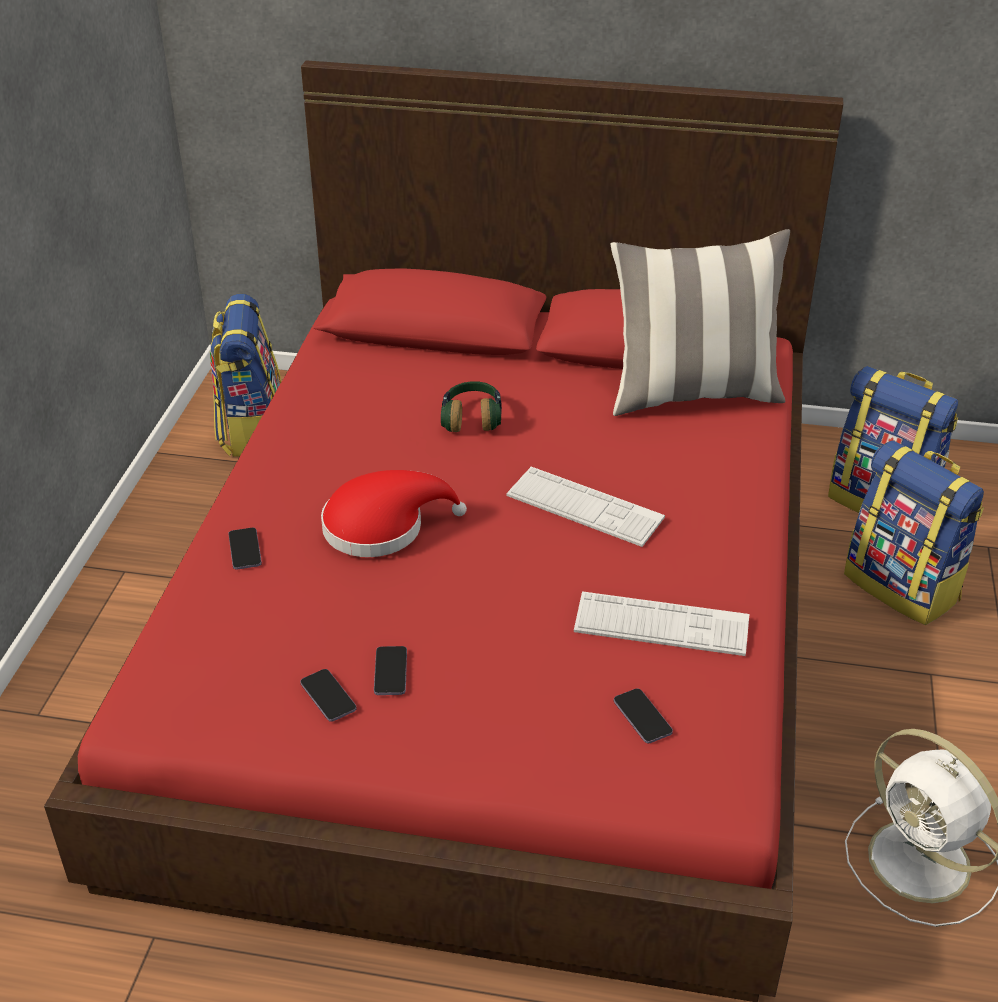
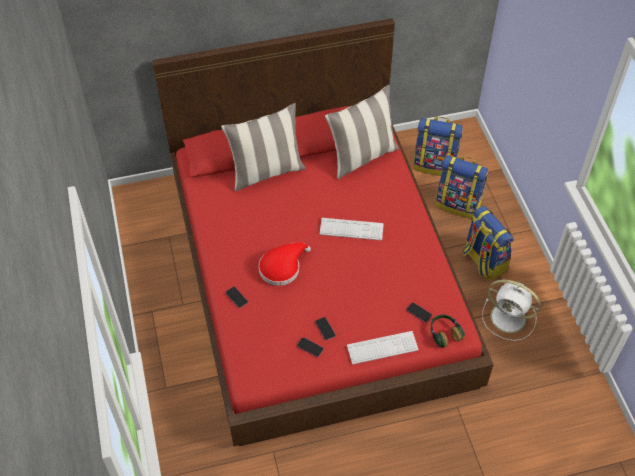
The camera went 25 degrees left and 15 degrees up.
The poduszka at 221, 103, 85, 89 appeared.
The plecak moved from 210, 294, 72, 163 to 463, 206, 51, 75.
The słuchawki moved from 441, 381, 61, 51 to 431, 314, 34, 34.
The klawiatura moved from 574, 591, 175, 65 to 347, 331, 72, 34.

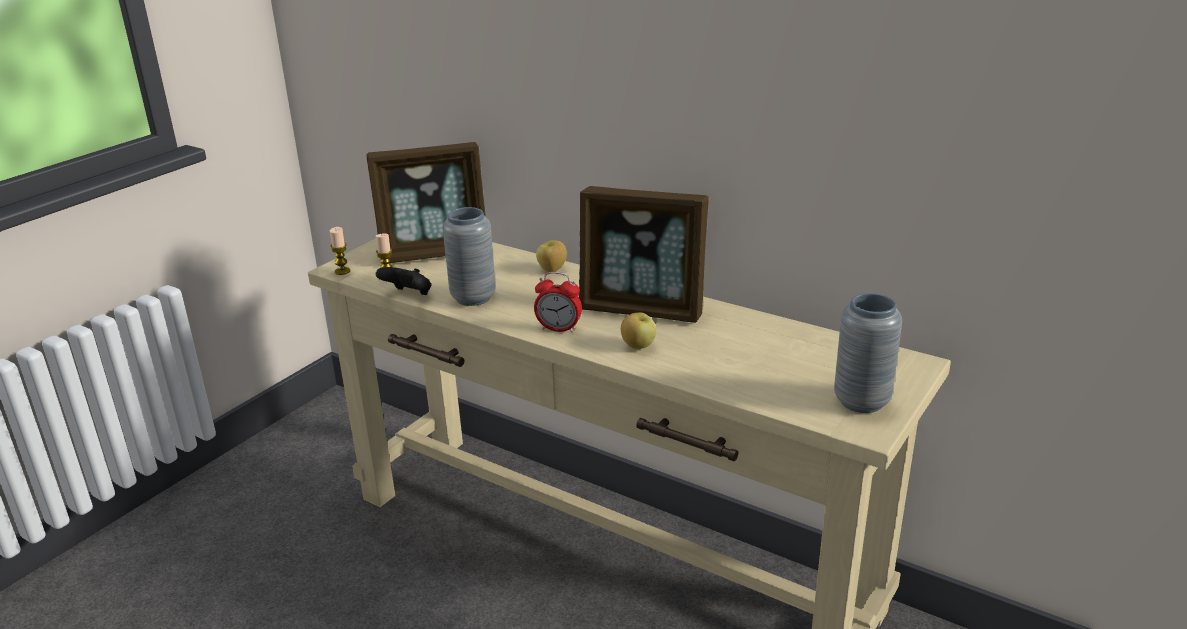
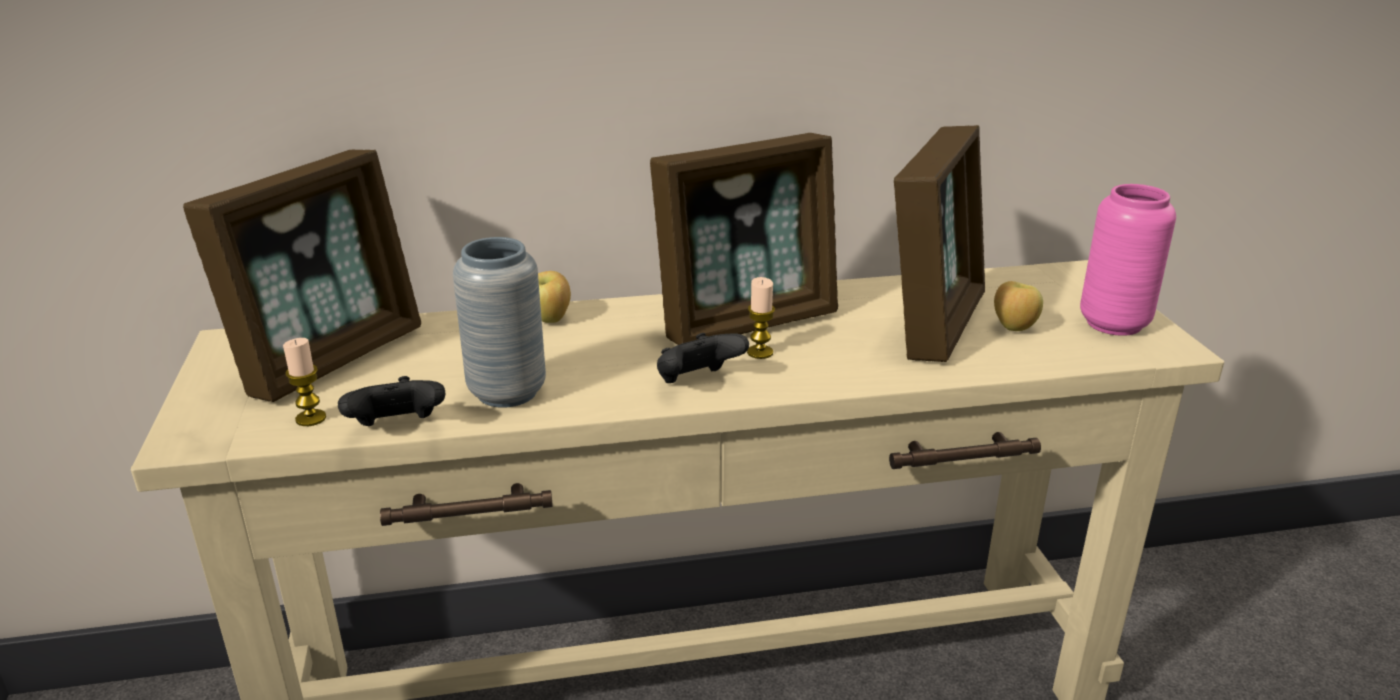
The camera went 45 degrees left and 0 degrees up.
The ramka na zdjęcie at 894, 125, 91, 237 appeared.
The świeca moved from 330, 227, 20, 48 to 747, 277, 28, 82.
The jabłko moved from 621, 312, 35, 37 to 994, 281, 49, 50.
The budzik at 534, 272, 48, 61 was replaced by the pad do gier (czarny) at 657, 333, 92, 50.
The wazon (szary) at 834, 293, 68, 120 became the wazon (różowy) at 1080, 184, 96, 152.

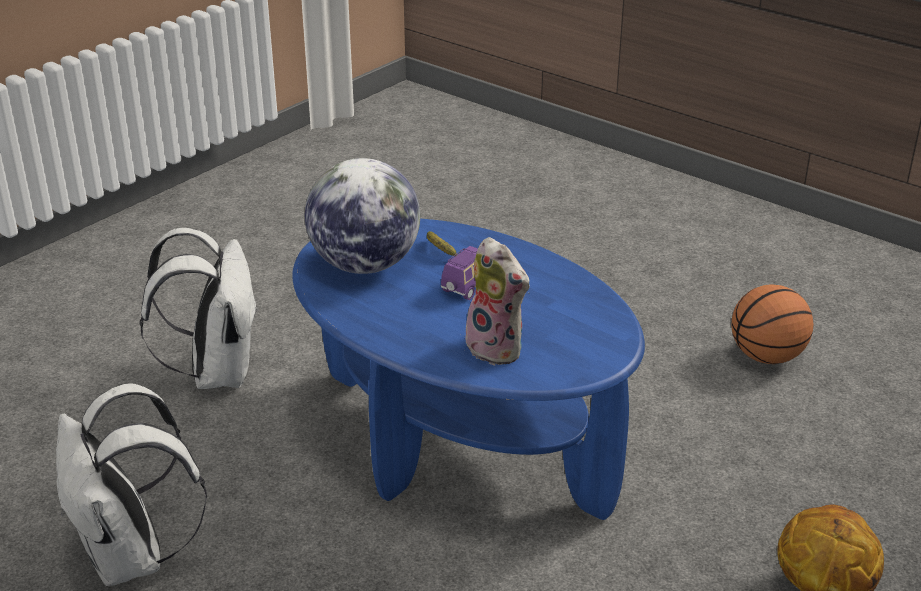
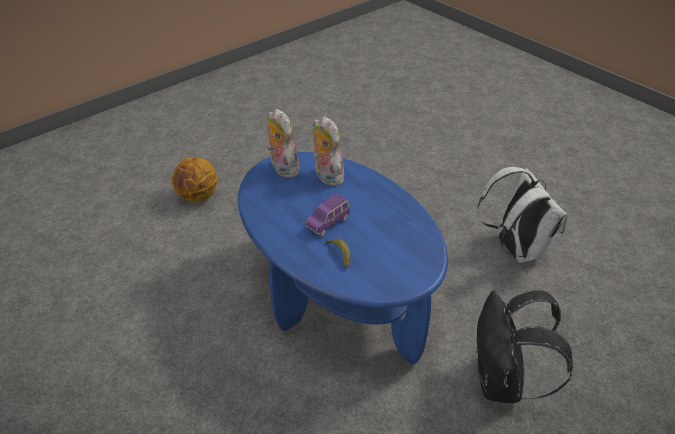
The camera went 170 degrees left and 10 degrees up.
The globus at 305, 158, 115, 116 disappeared.
The piłka do koszykówki at 731, 284, 83, 80 disappeared.
The pluszak at 267, 108, 35, 70 appeared.
The plecak (biały) at 139, 228, 119, 161 became the plecak (czarny) at 476, 290, 97, 113.

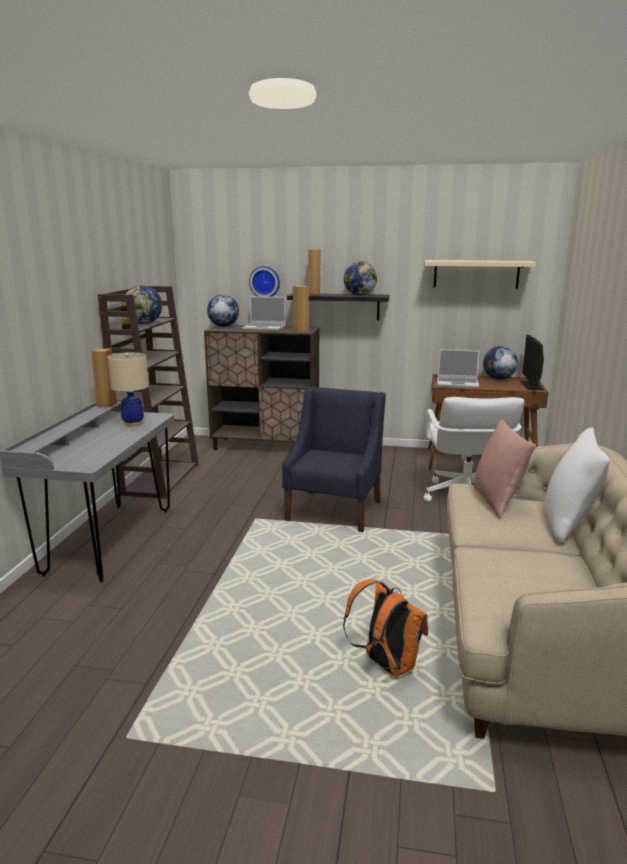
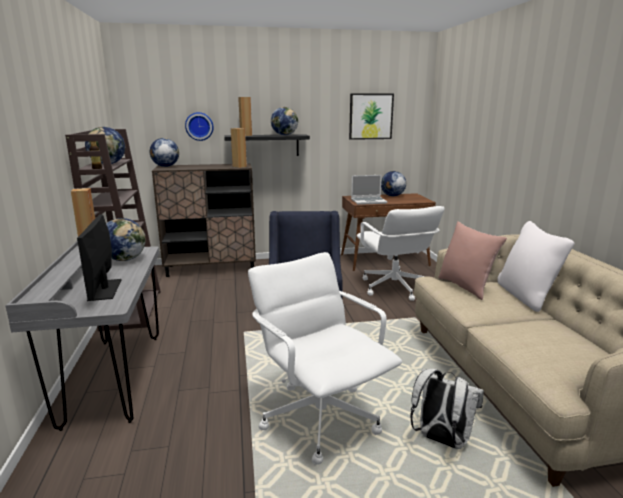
The camera went 20 degrees left and 0 degrees up.
The laptop at 242, 296, 44, 35 disappeared.
The krzesło biurowe (biały) at 248, 252, 154, 213 appeared.
The monitor moved from 520, 335, 24, 55 to 77, 214, 45, 87.
The lampa stołowa (beżowy) at 107, 352, 42, 74 was replaced by the globus at 106, 218, 40, 43.
The półka (beżowy) at 425, 260, 111, 29 was replaced by the obraz at 349, 93, 45, 47.
The plecak (pomarańczowy) at 343, 579, 85, 98 became the plecak (biały) at 410, 369, 74, 80.

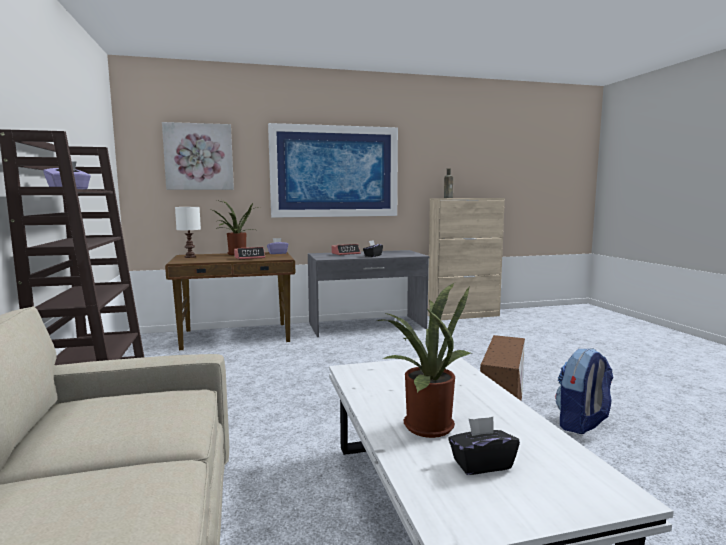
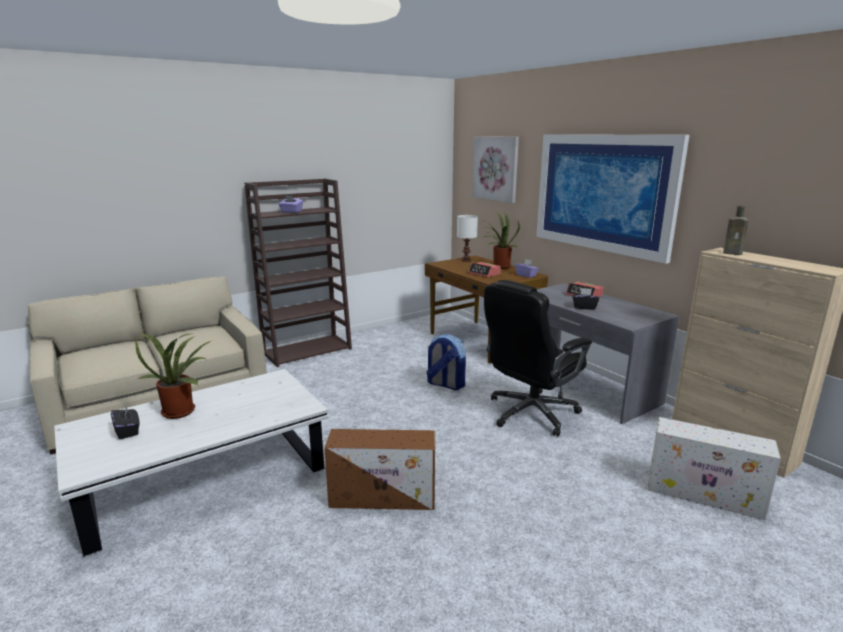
The camera went 70 degrees right and 10 degrees up.
The krzesło biurowe (czarny) at 484, 280, 108, 156 appeared.
The pojemnik do przechowywania (biały) at 648, 417, 133, 103 appeared.
The plecak moved from 555, 348, 58, 86 to 427, 334, 39, 56.

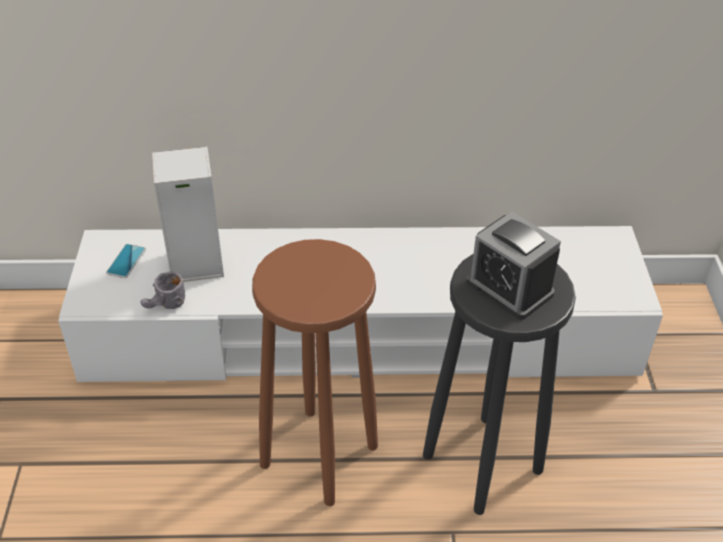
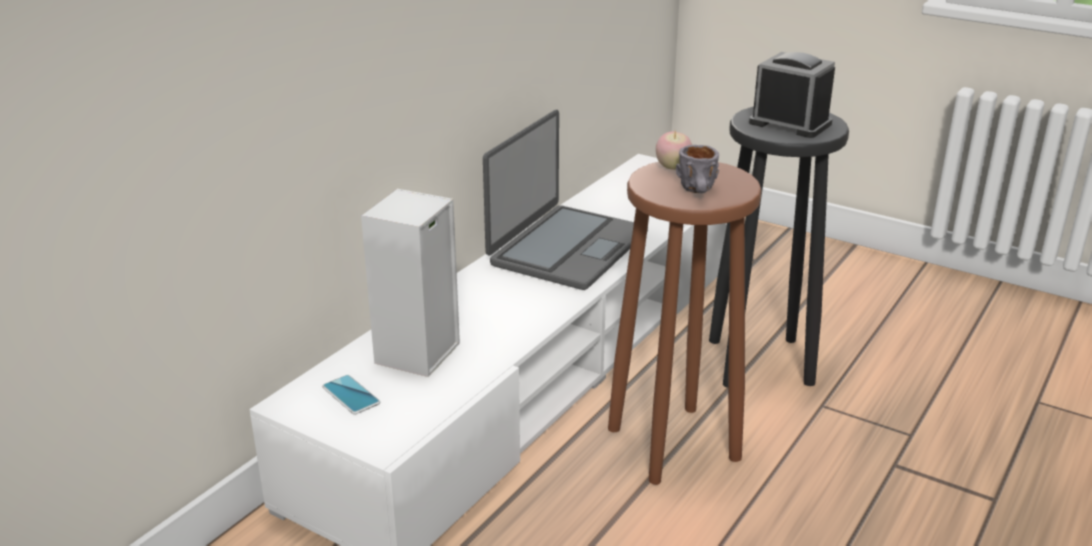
The camera went 55 degrees left and 15 degrees down.
The laptop at 483, 110, 165, 180 appeared.
The jabłko at 656, 131, 36, 39 appeared.
The kubek (szary) moved from 140, 272, 45, 37 to 676, 145, 43, 48.
The budzik at 467, 212, 94, 108 turned 135 degrees counterclockwise.

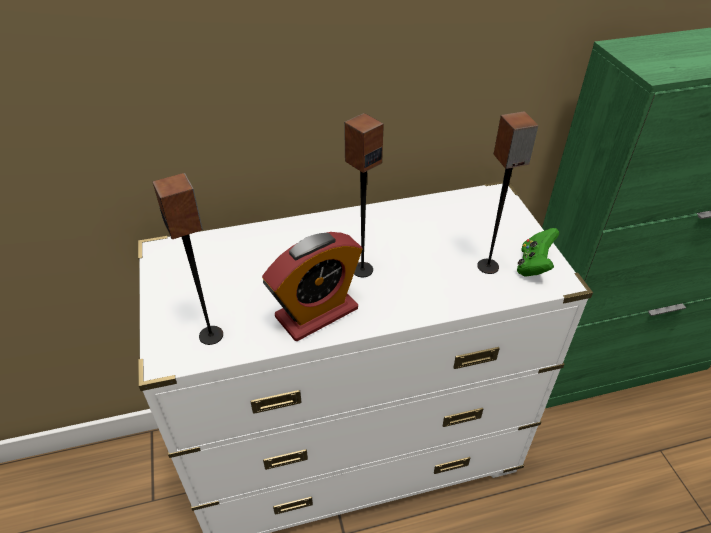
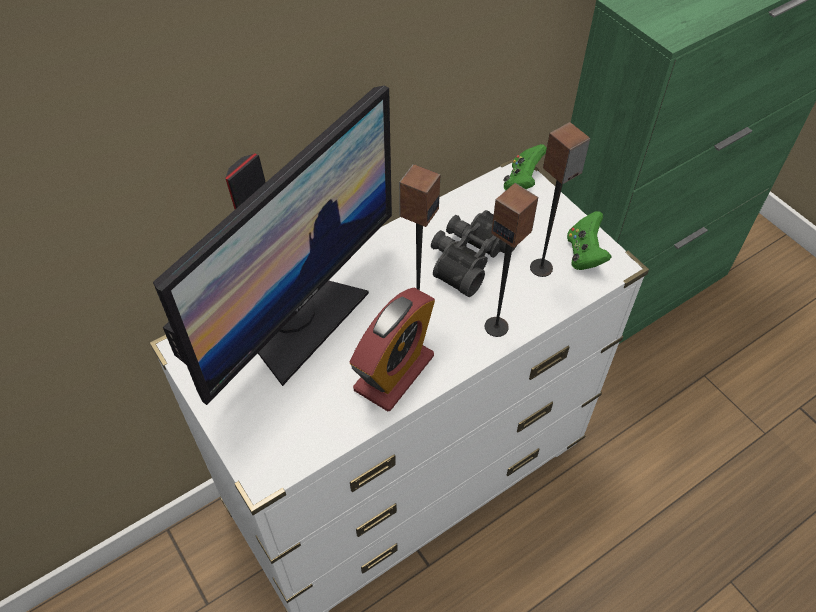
The camera went 20 degrees left and 10 degrees up.
The monitor at 153, 85, 239, 320 appeared.
The lornetka (czarny) at 431, 210, 85, 87 appeared.
The pad do gier (zielony) at 503, 144, 44, 46 appeared.
The głośnik moved from 153, 173, 70, 172 to 485, 183, 53, 154.

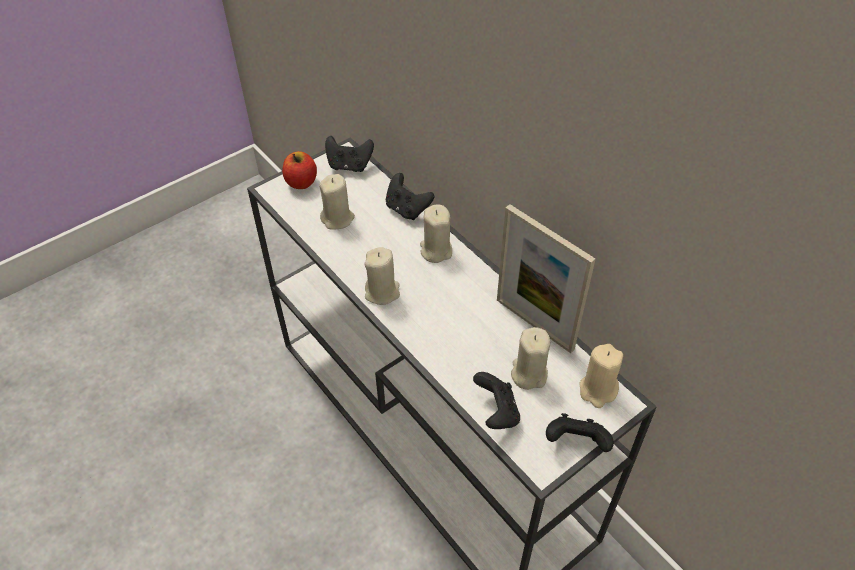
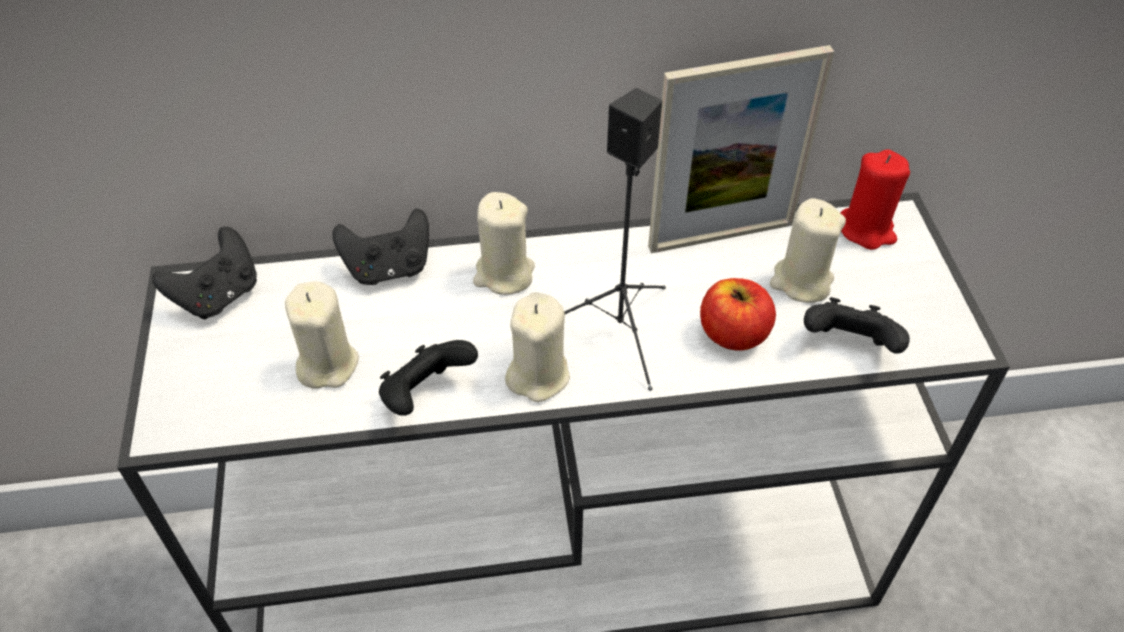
The camera went 60 degrees left and 0 degrees up.
The głośnik (czarny) at 564, 88, 102, 303 appeared.
The jabłko moved from 282, 151, 35, 38 to 700, 278, 76, 73.
The pad do gier (czarny) moved from 546, 413, 68, 39 to 379, 340, 99, 76.
The świeca (beżowy) at 580, 344, 43, 64 became the świeca (czerwony) at 841, 150, 69, 100.

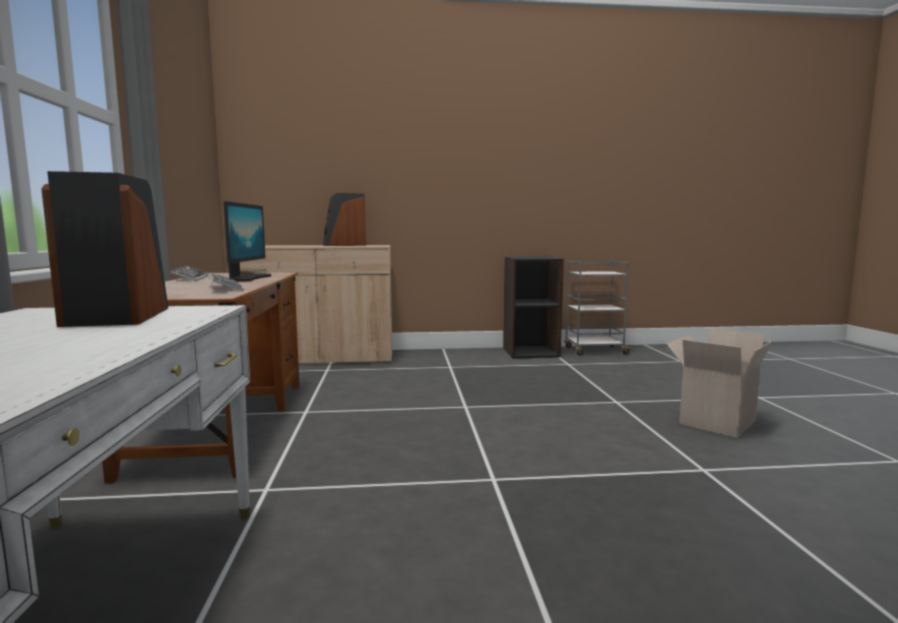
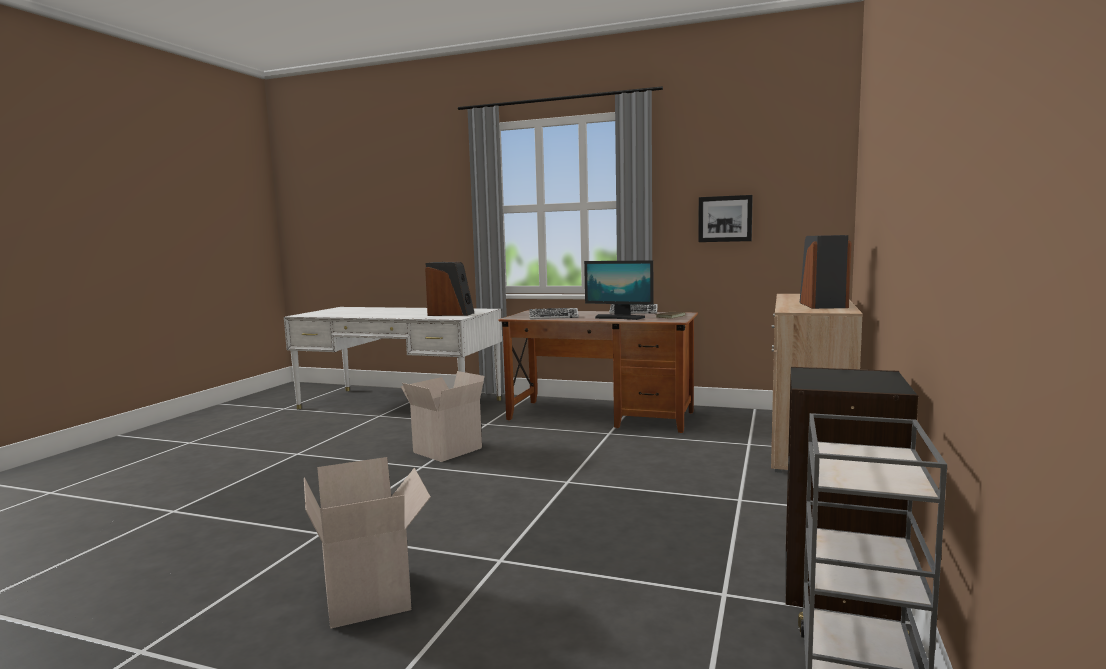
The camera went 115 degrees right and 0 degrees up.
The karton at 400, 371, 85, 91 appeared.
The obraz at 698, 195, 55, 47 appeared.

